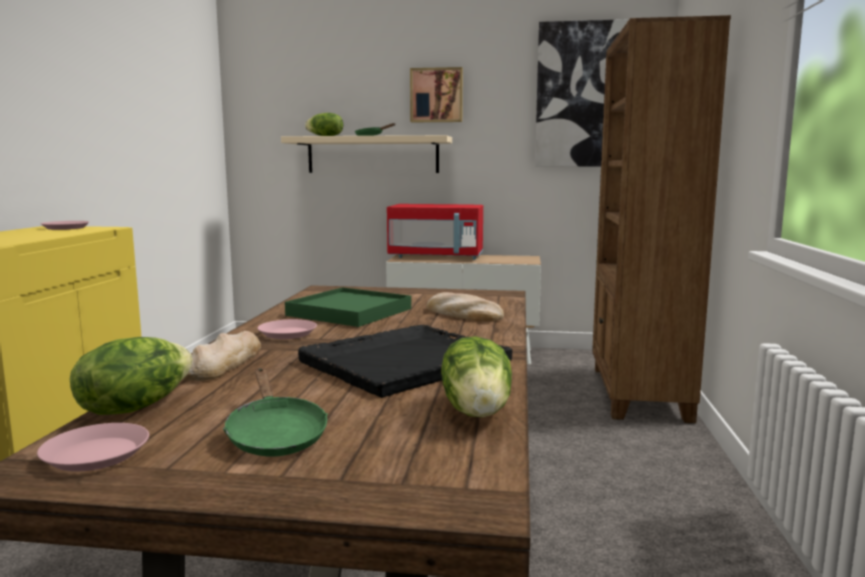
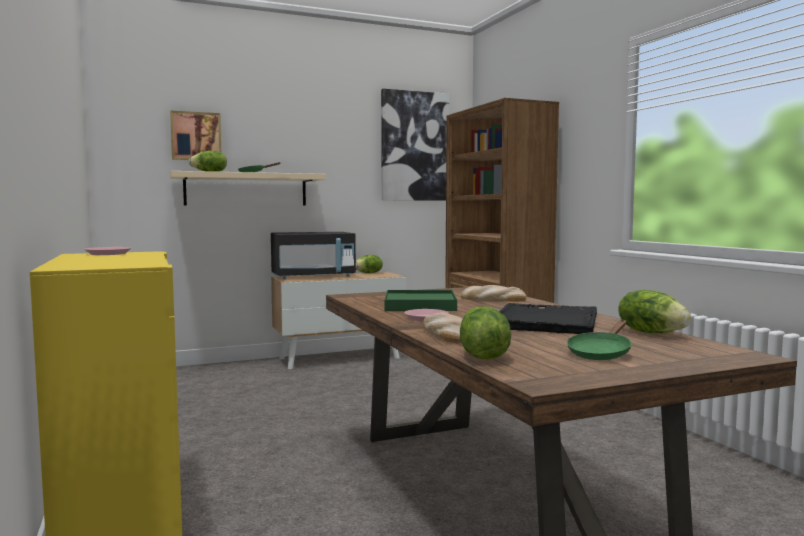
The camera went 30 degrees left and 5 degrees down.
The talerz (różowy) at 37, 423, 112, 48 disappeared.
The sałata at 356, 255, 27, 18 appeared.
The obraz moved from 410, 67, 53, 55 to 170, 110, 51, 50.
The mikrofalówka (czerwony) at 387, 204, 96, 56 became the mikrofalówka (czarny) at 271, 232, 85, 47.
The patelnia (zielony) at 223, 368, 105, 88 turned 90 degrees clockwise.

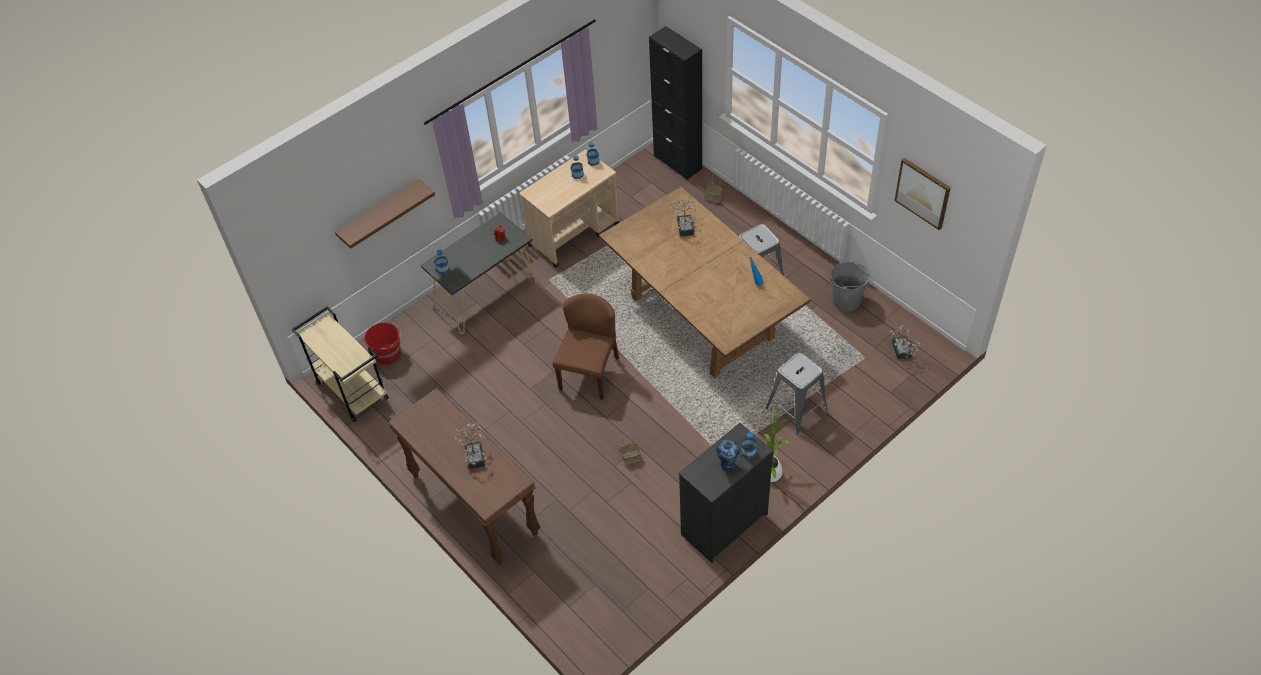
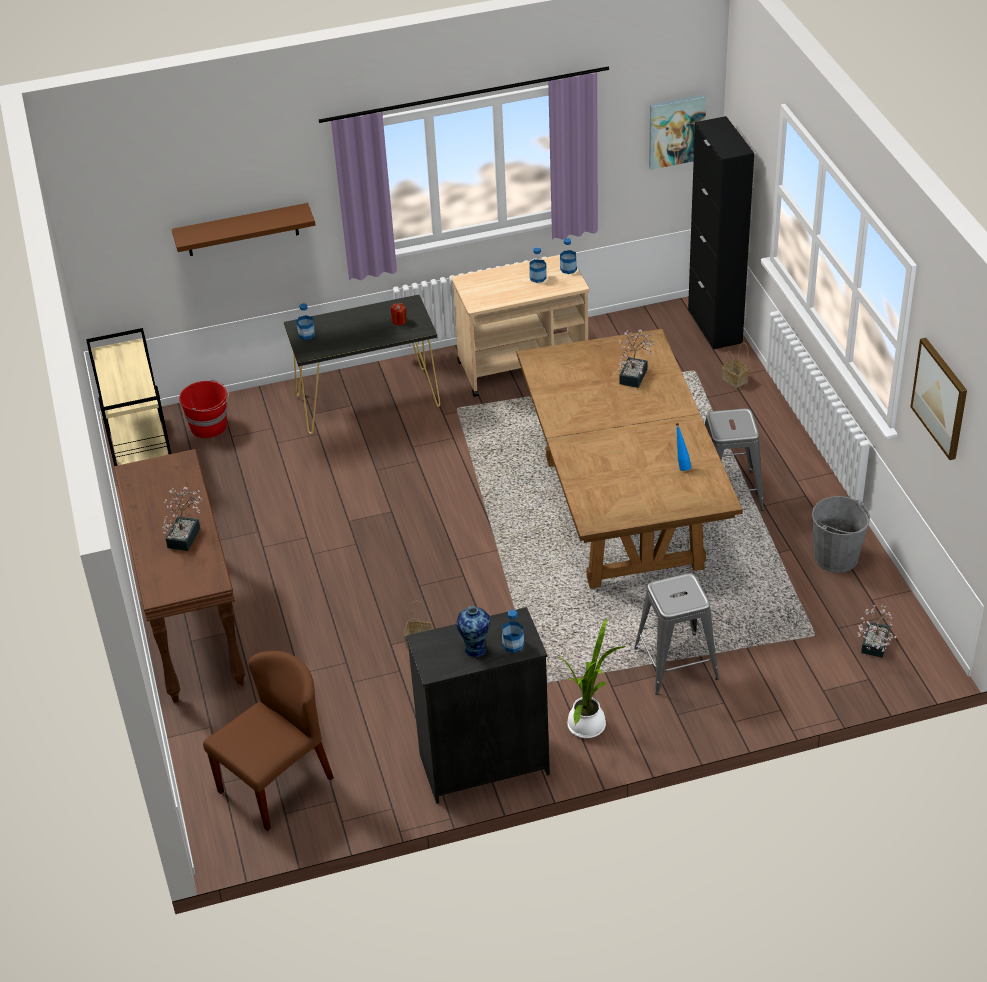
The camera went 25 degrees right and 10 degrees down.
The obraz at 649, 95, 58, 75 appeared.
The krzesło (brązowy) moved from 553, 294, 66, 106 to 203, 651, 131, 180.

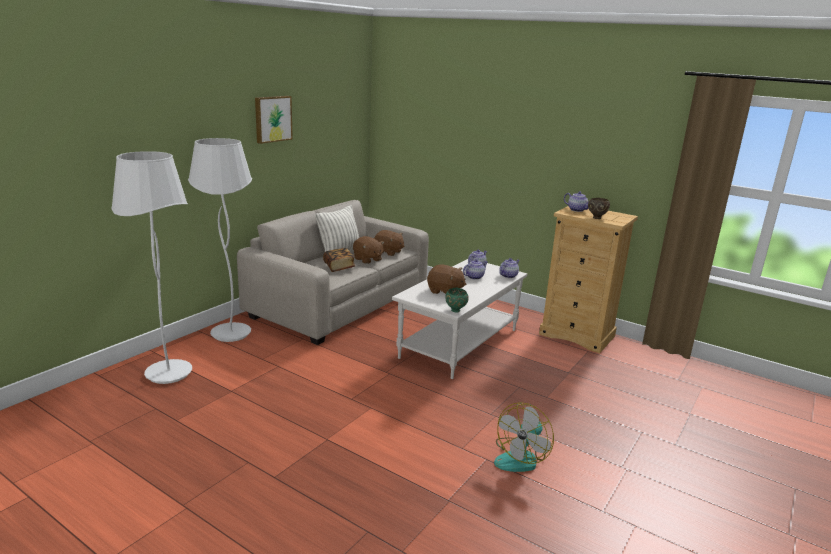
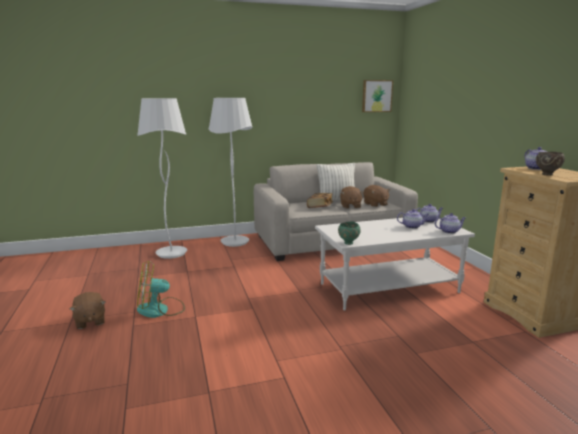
The camera went 40 degrees right and 5 degrees down.
The obraz moved from 255, 96, 38, 48 to 362, 80, 31, 32.
The pluszak (brązowy) moved from 427, 264, 39, 30 to 70, 292, 36, 37.
The wentylator moved from 494, 402, 60, 70 to 137, 261, 48, 57.

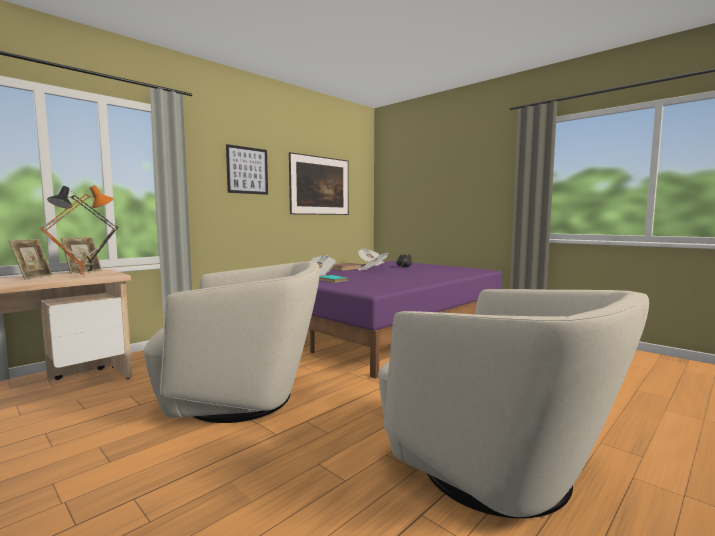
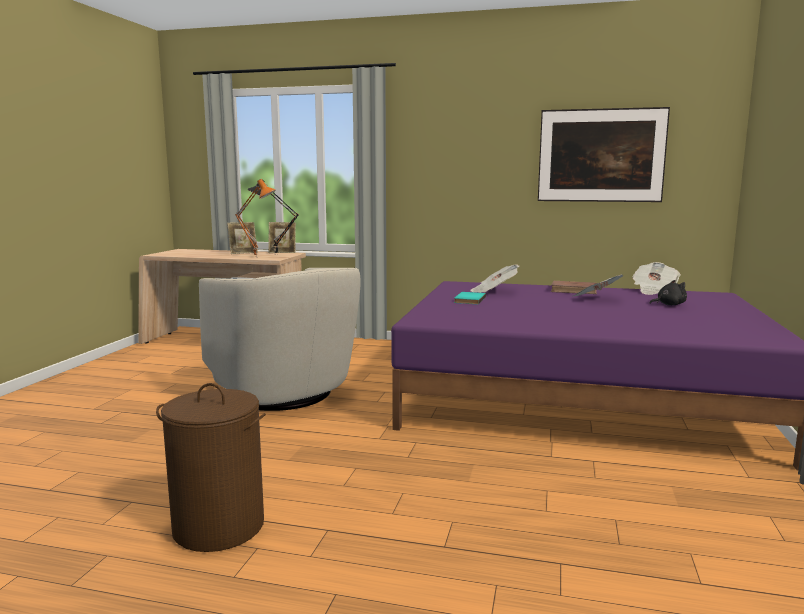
The camera went 60 degrees right and 5 degrees up.
The obraz at 226, 144, 42, 51 disappeared.
The fotel (beżowy) at 378, 289, 271, 229 was replaced by the kosz na pranie (brązowy) at 156, 383, 110, 169.

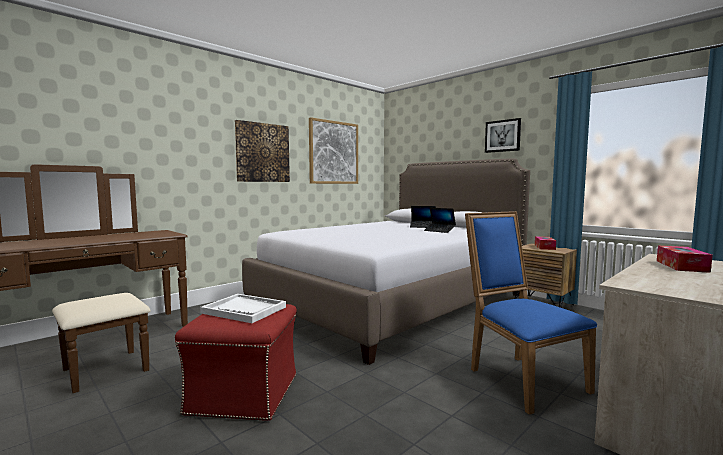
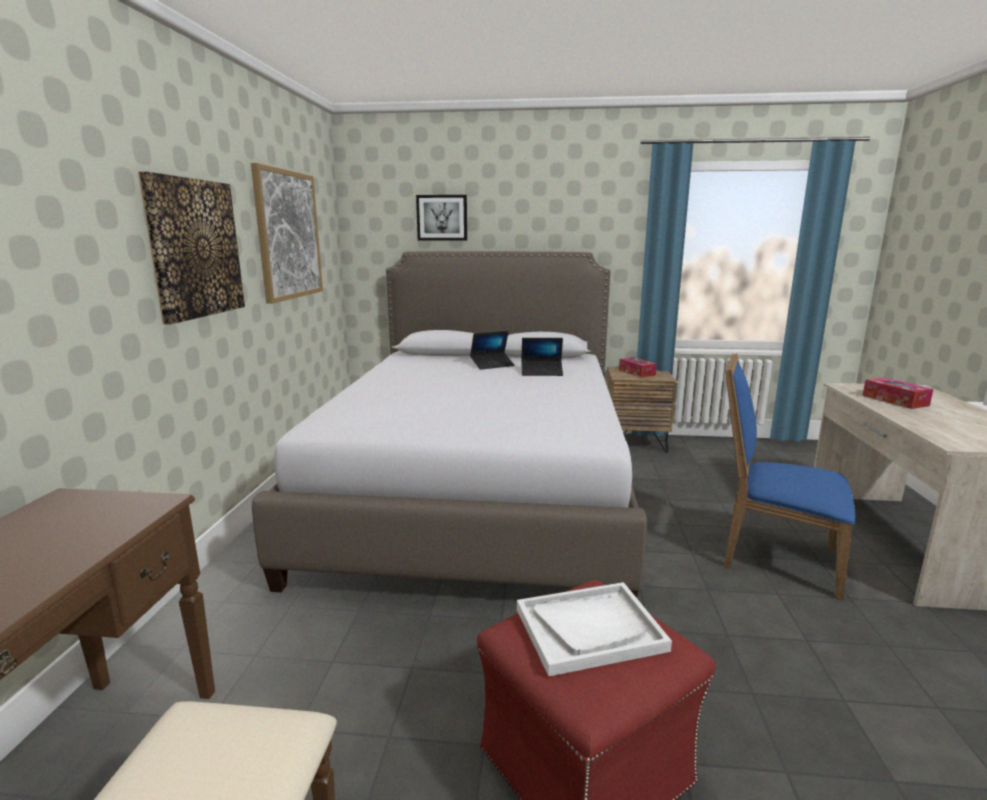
The camera went 40 degrees left and 10 degrees up.
The obraz moved from 485, 118, 36, 35 to 416, 195, 51, 46.

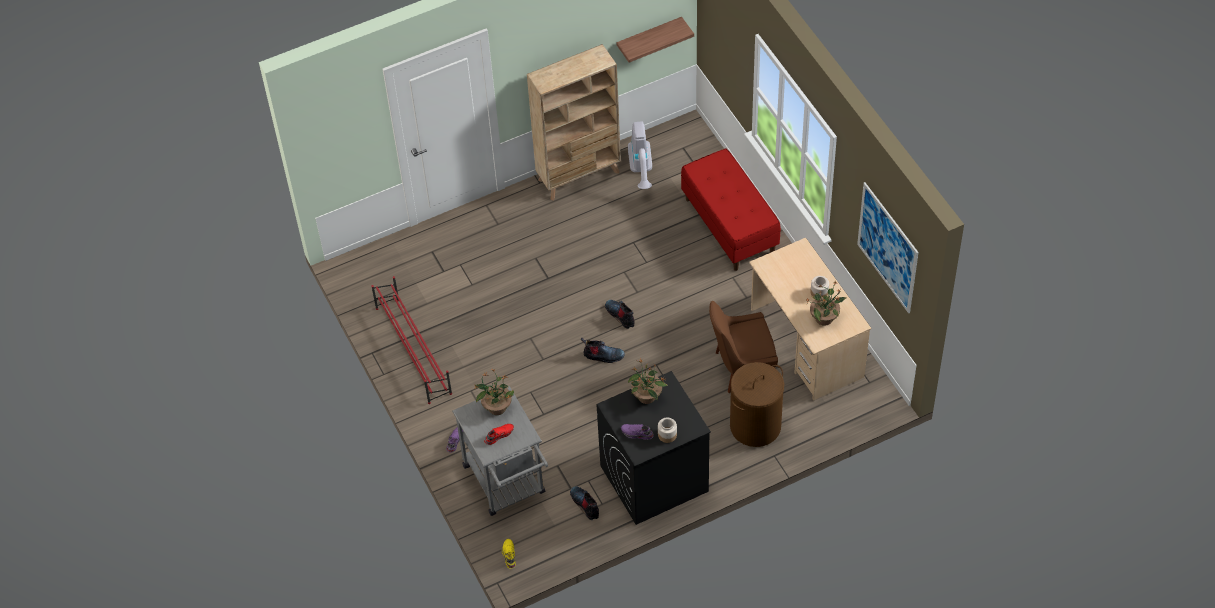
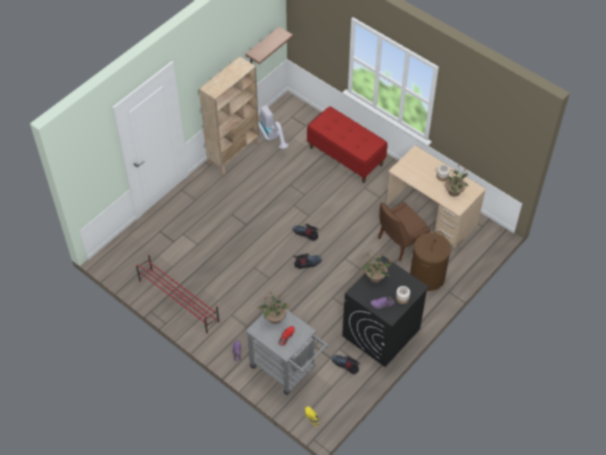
The camera went 25 degrees left and 0 degrees up.
The obraz at 857, 182, 62, 131 disappeared.

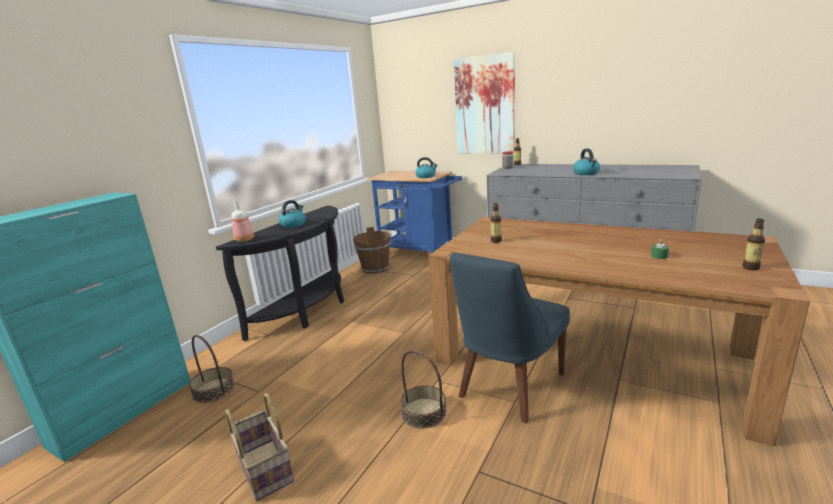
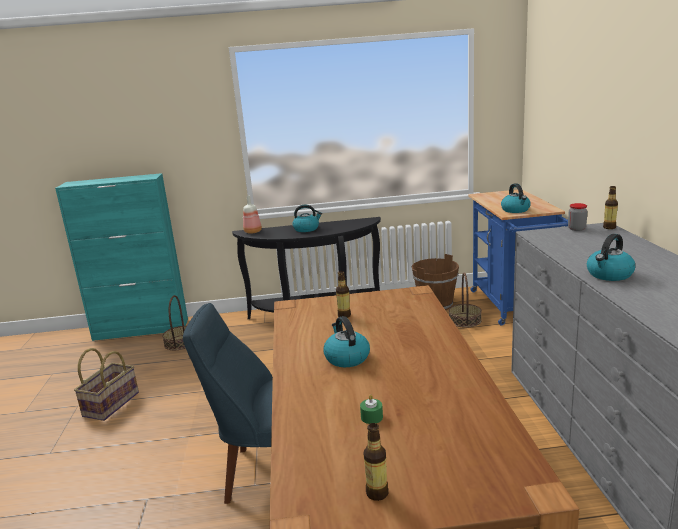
The camera went 55 degrees right and 0 degrees up.
The obraz at 454, 52, 61, 101 disappeared.
The czajnik at 323, 316, 47, 51 appeared.
The koszyk moved from 400, 350, 47, 79 to 449, 273, 33, 55.

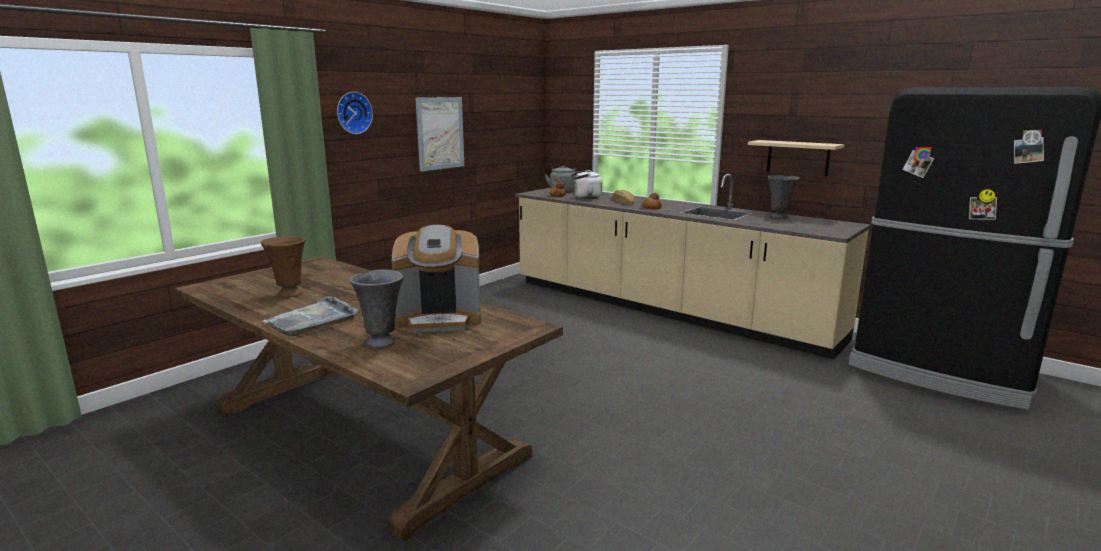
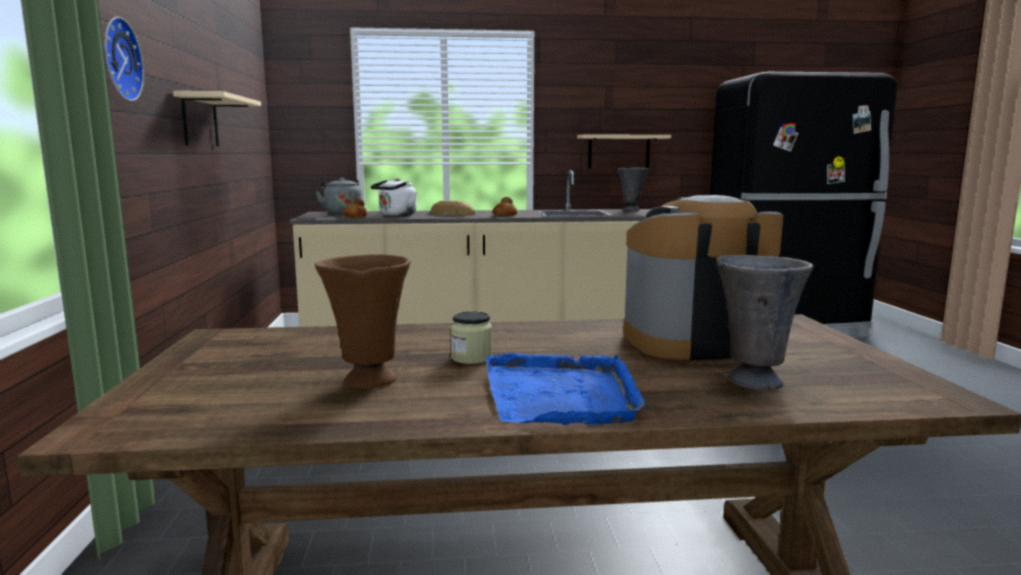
The camera went 45 degrees left and 5 degrees down.
The słoik at 451, 311, 41, 53 appeared.
The obraz at 416, 97, 48, 74 was replaced by the półka (beżowy) at 173, 91, 88, 55.
The taca (szary) at 263, 296, 96, 40 became the taca (niebieski) at 486, 353, 160, 72.
The ekspres do kawy at 392, 225, 89, 108 turned 135 degrees counterclockwise.

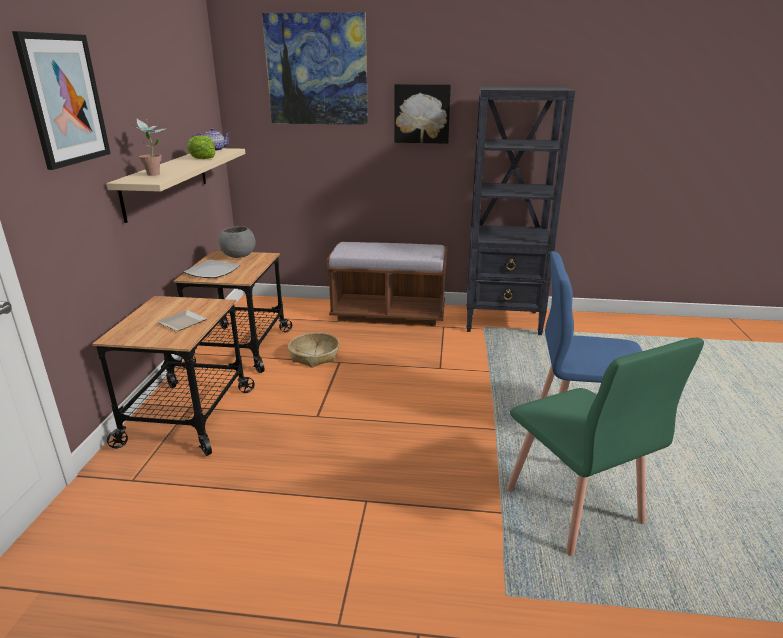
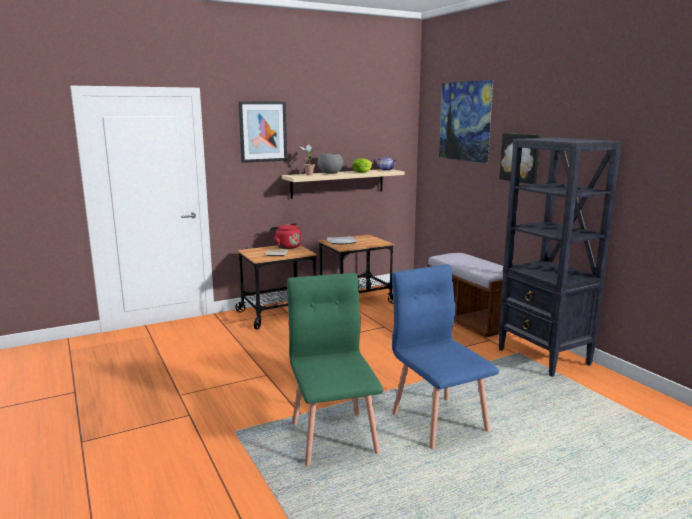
The camera went 55 degrees right and 10 degrees down.
The koszyk at 288, 332, 51, 36 disappeared.
The czajnik (czerwony) at 271, 223, 30, 26 appeared.
The miska (szary) moved from 218, 226, 38, 32 to 317, 153, 26, 21.
The krzesło (zielony) at 506, 338, 198, 218 turned 135 degrees clockwise.

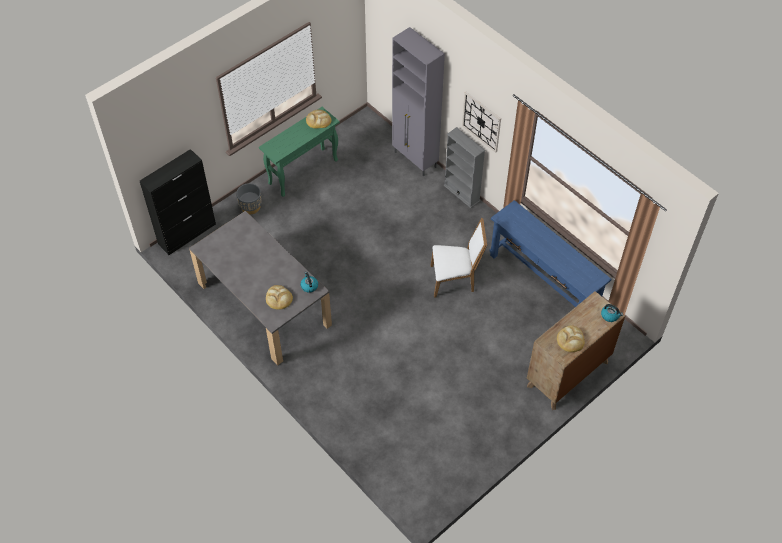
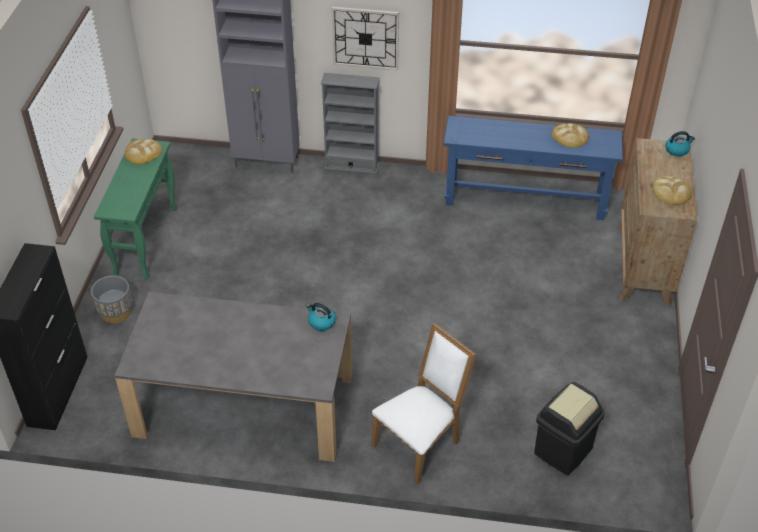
The camera went 40 degrees left and 10 degrees down.
The kosz na śmieci (czarny) at 534, 382, 71, 93 appeared.
The chleb moved from 266, 285, 27, 25 to 552, 123, 37, 25.
The krzesło (biały) moved from 431, 218, 56, 79 to 371, 323, 105, 162.

